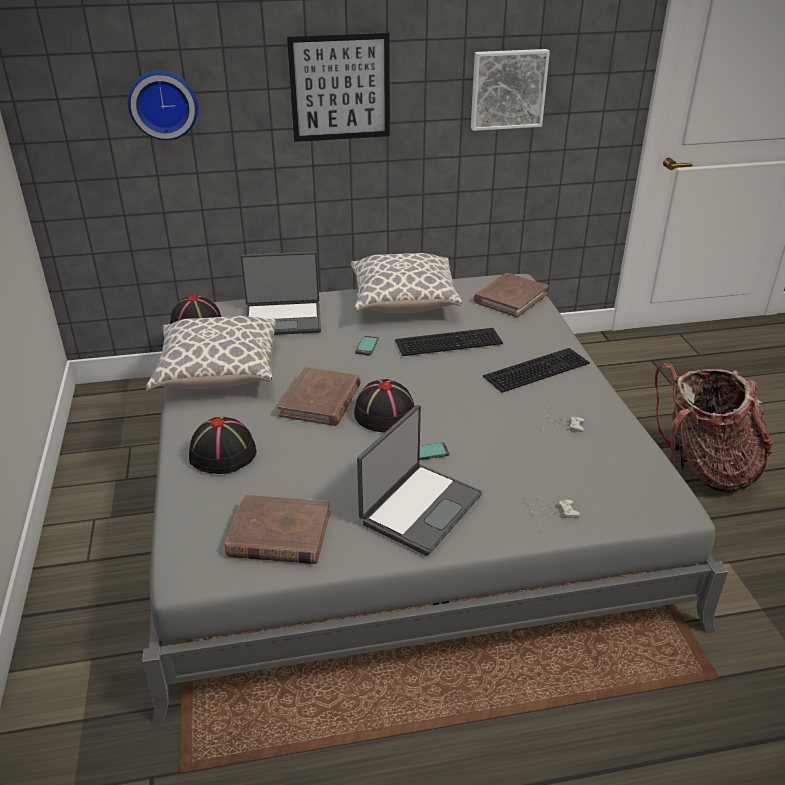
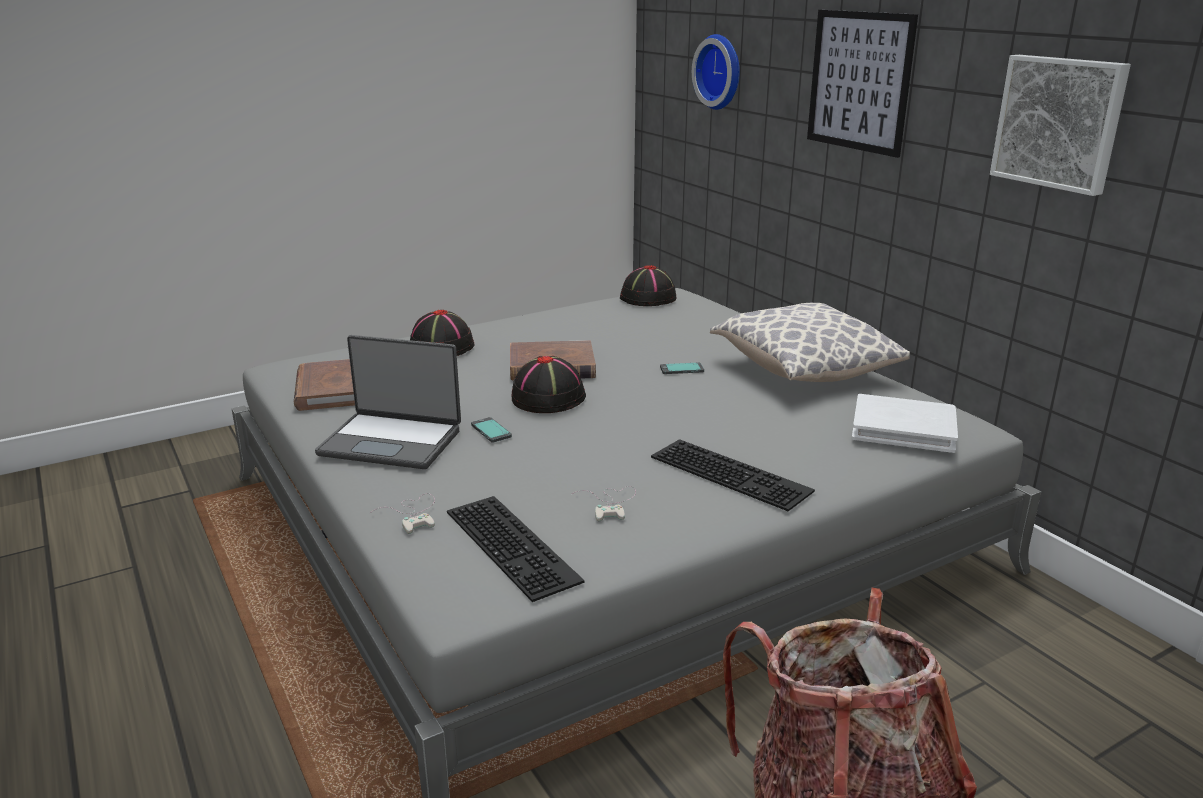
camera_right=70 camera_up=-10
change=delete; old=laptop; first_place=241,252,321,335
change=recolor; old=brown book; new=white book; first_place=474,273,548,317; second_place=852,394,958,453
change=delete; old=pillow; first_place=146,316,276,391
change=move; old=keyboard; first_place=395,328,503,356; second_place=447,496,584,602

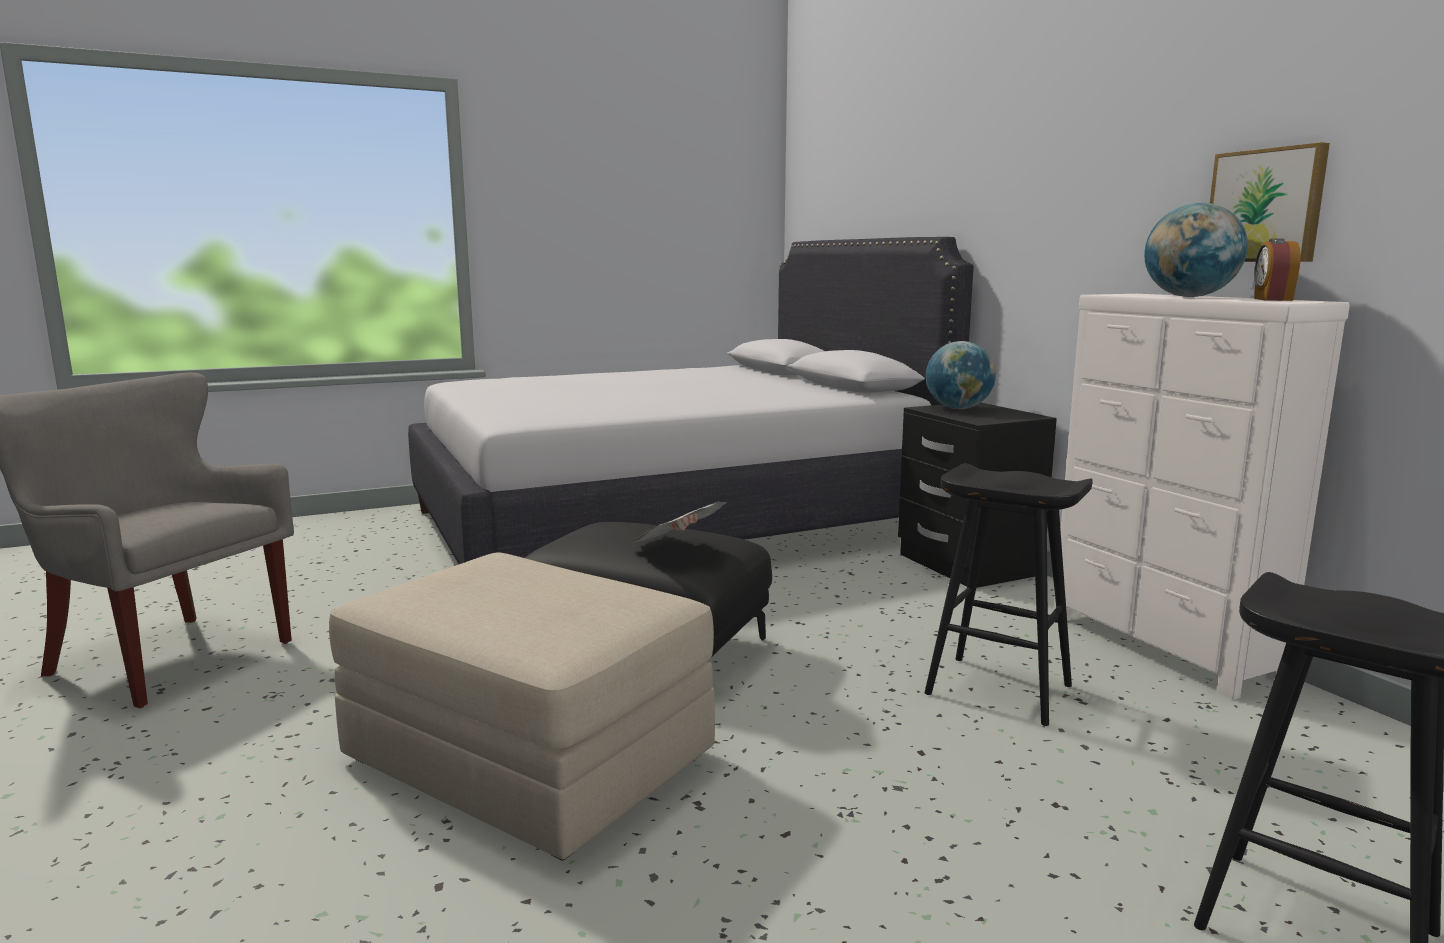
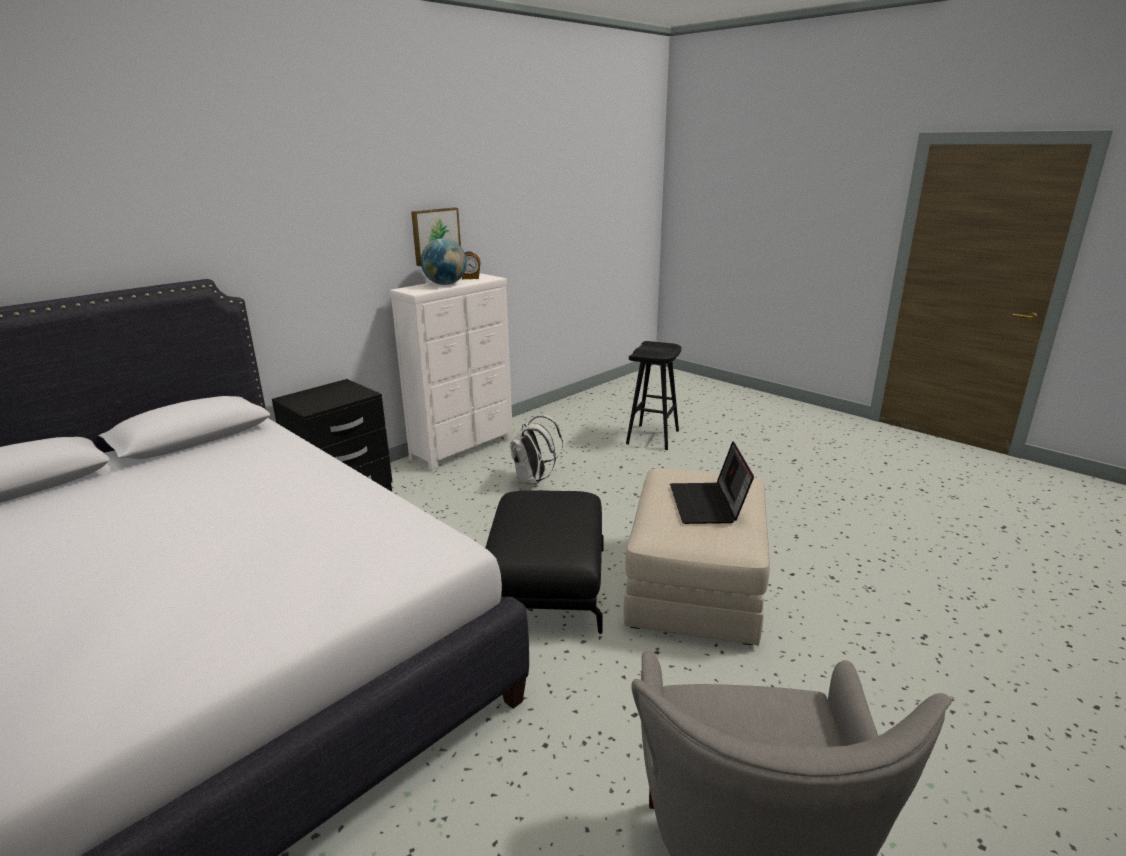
camera_right=-110 camera_up=10
change=delete; old=globe; first_place=926,341,996,409
change=replace; old=black stool; new=white backpack; first_place=925,463,1093,726; second_place=510,415,563,485
change=delete; old=newspaper; first_place=631,502,727,543
change=insert; new=laptop; second_place=670,441,754,524

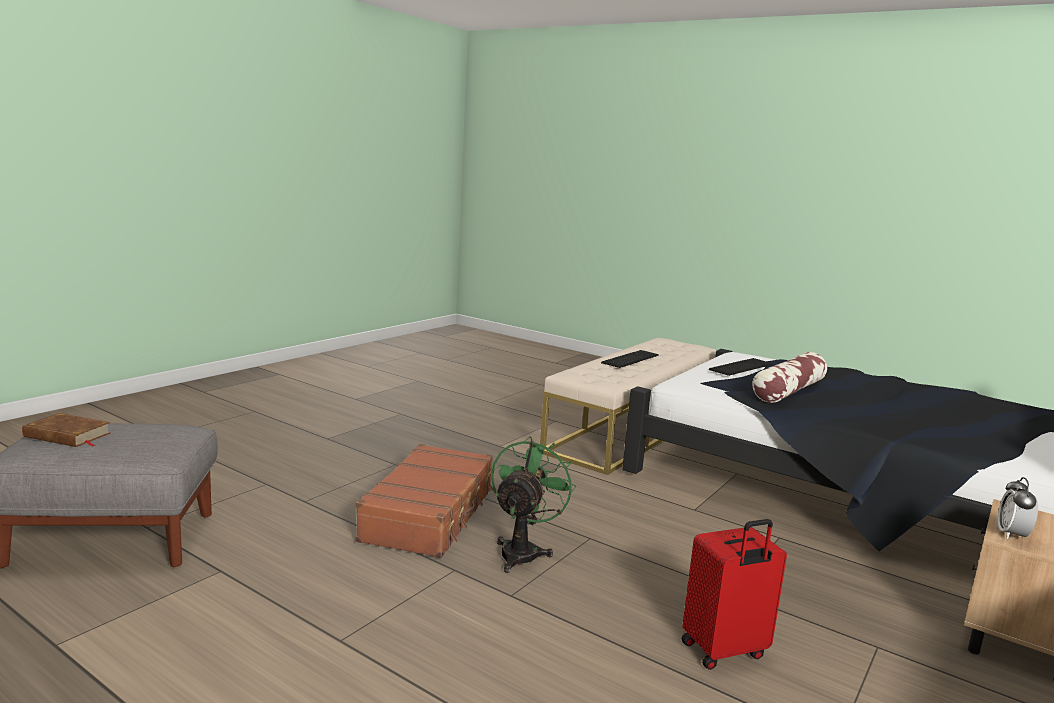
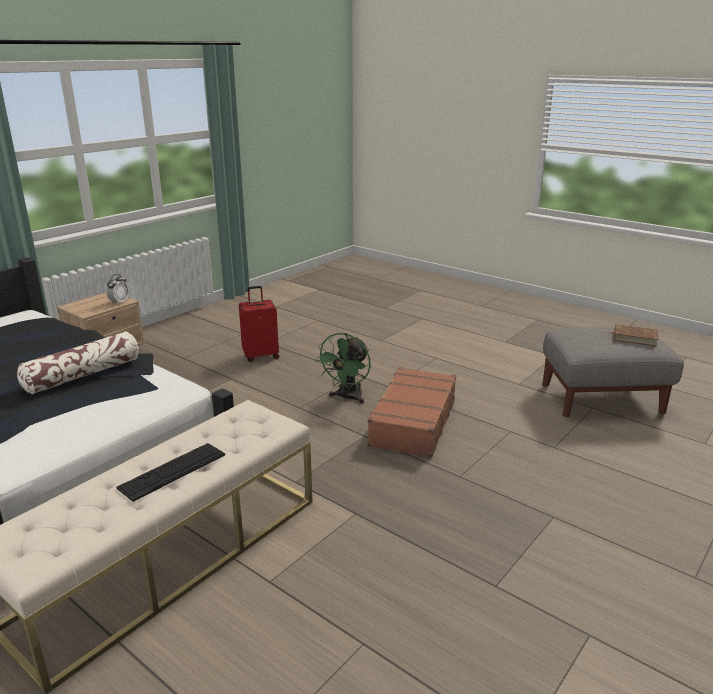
camera_right=-175 camera_up=10
change=delete; old=keyboard; first_place=709,358,773,376

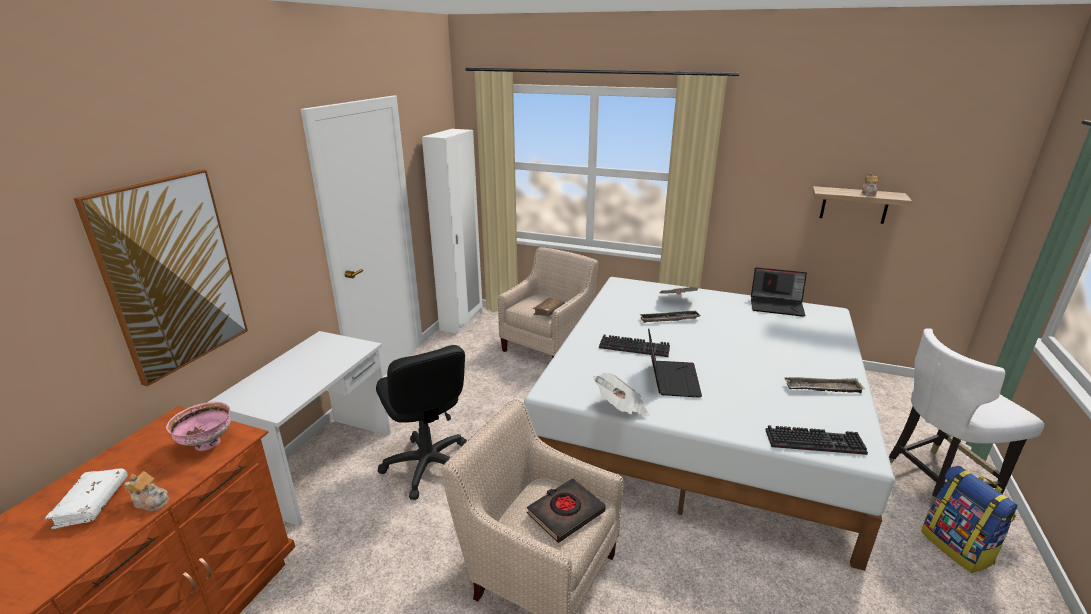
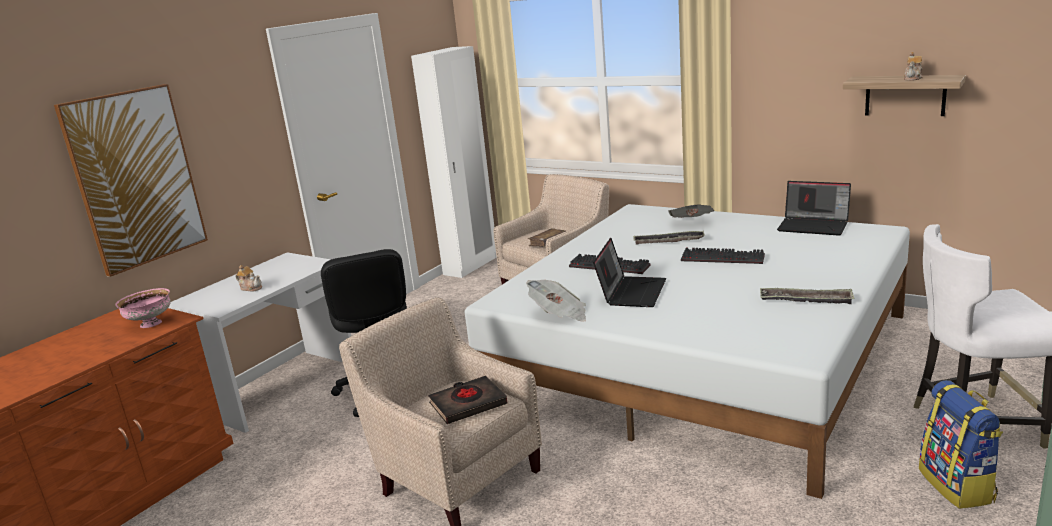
camera_right=15 camera_up=-5
change=move; old=keyboard; first_place=766,425,868,455; second_place=681,248,765,264
change=delete; old=white book; first_place=45,468,128,529
change=move; old=teapot; first_place=124,471,170,511; second_place=235,265,262,292

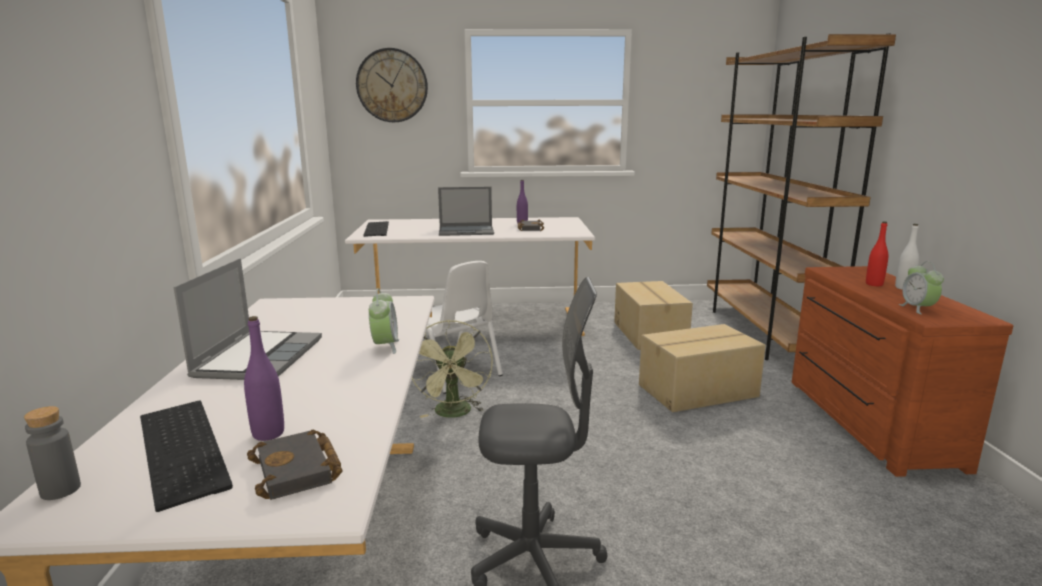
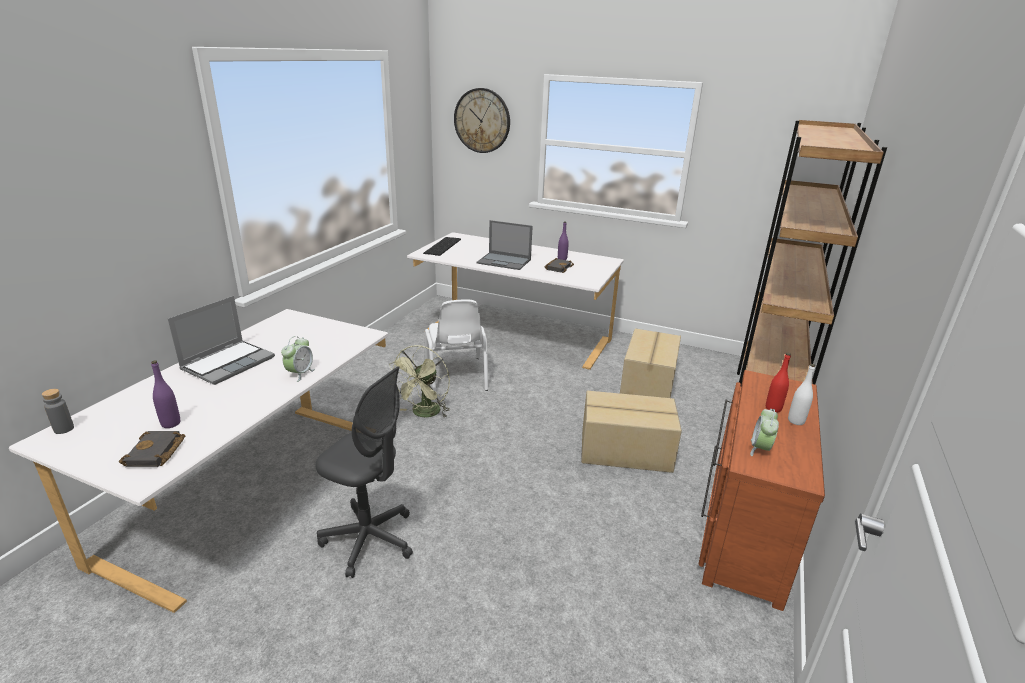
camera_right=25 camera_up=10
change=delete; old=keyboard; first_place=140,400,233,512

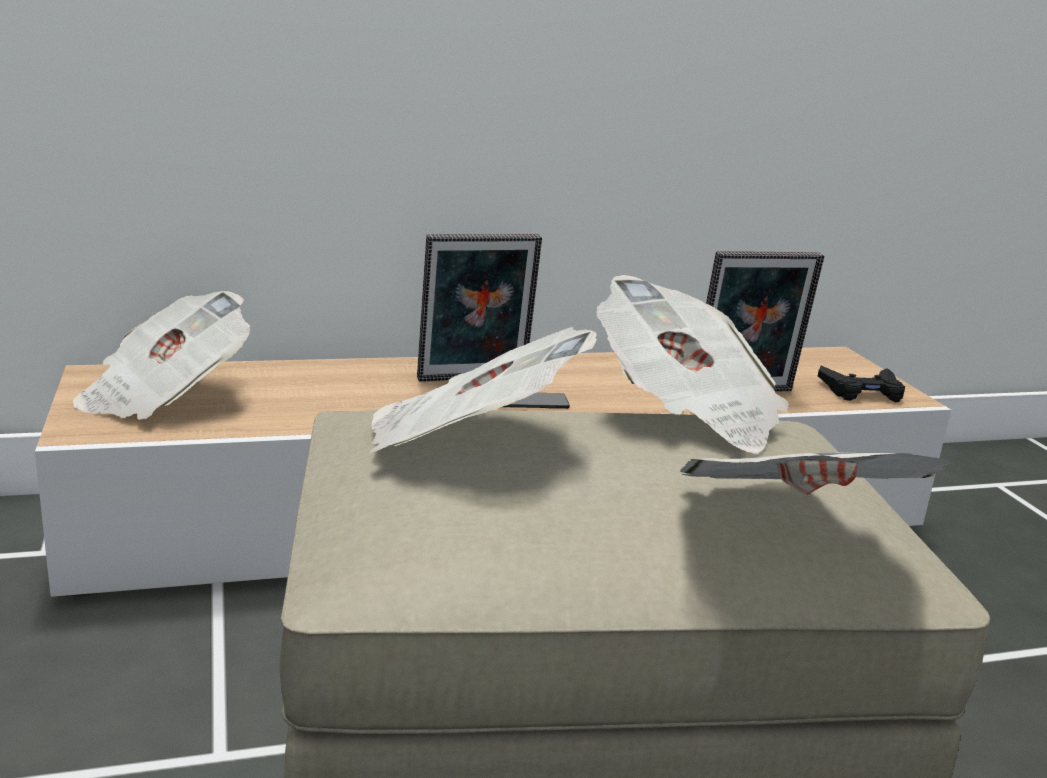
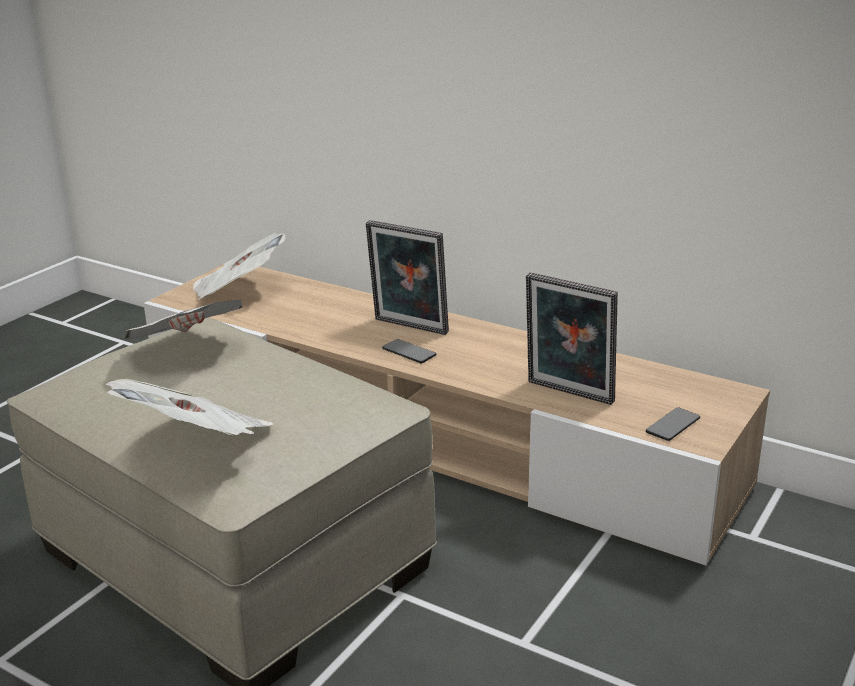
camera_right=50 camera_up=5
change=delete; old=newspaper; first_place=597,275,789,454
change=replace; old=black game controller; new=phone; first_place=818,366,905,402; second_place=646,407,700,441

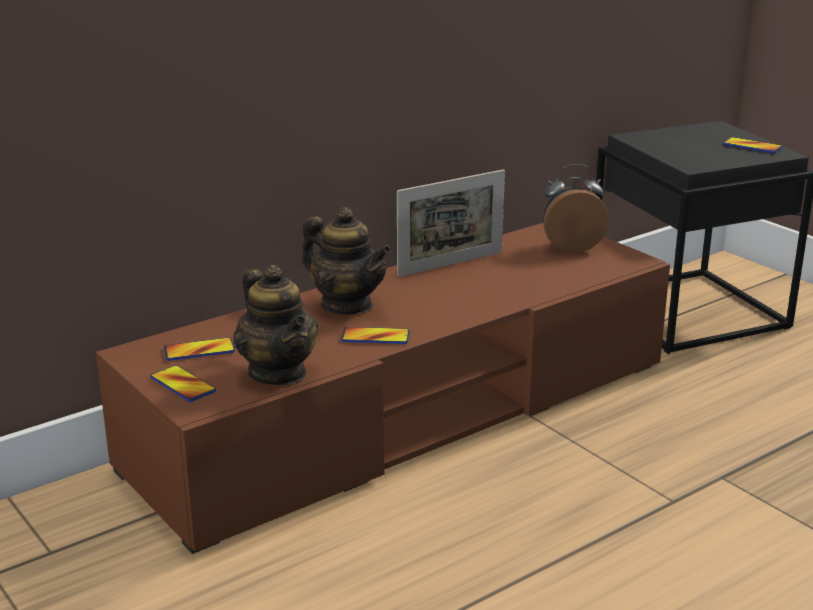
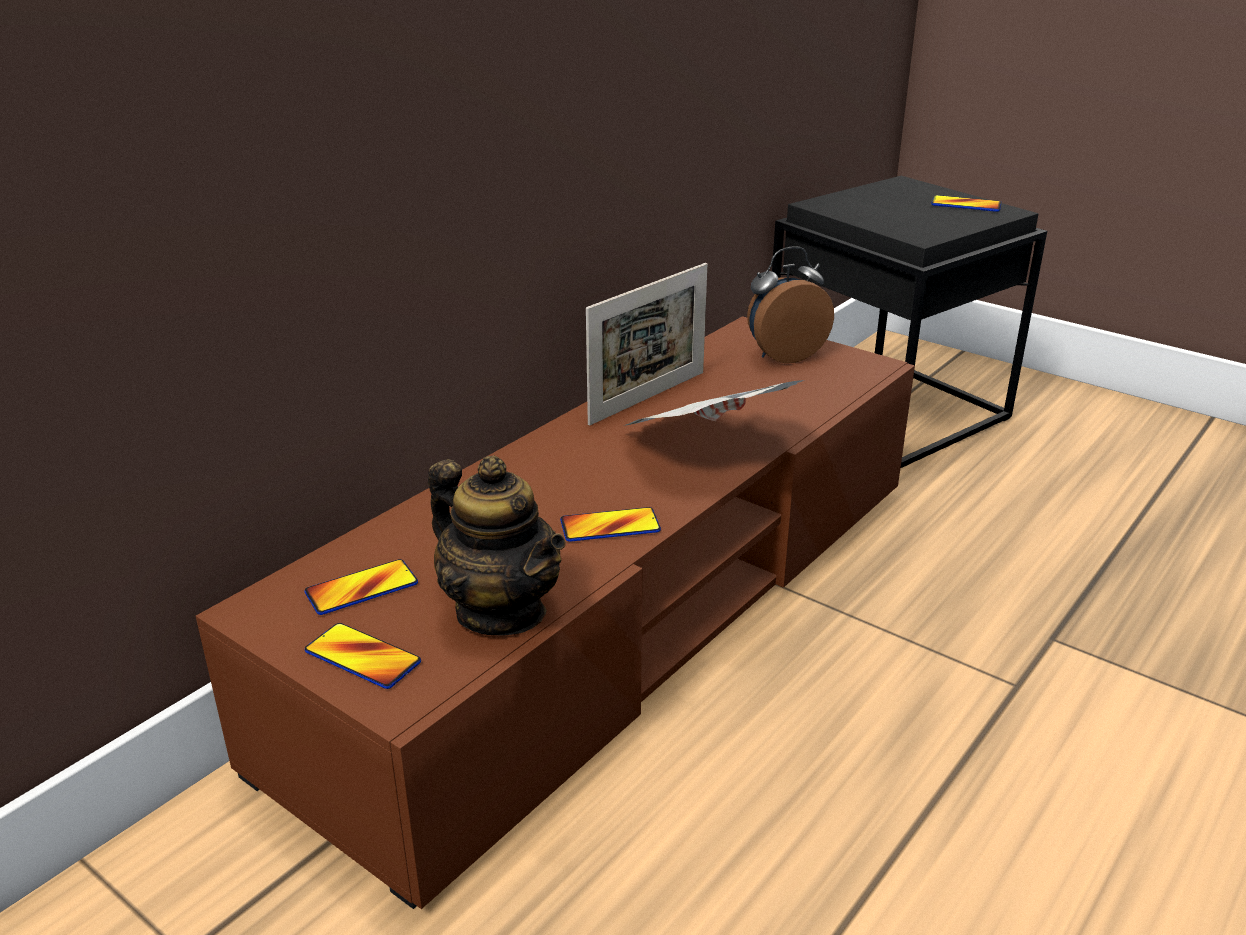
camera_right=-15 camera_up=5
change=delete; old=teapot; first_place=302,207,391,314
change=insert; new=newspaper; second_place=624,380,804,426

